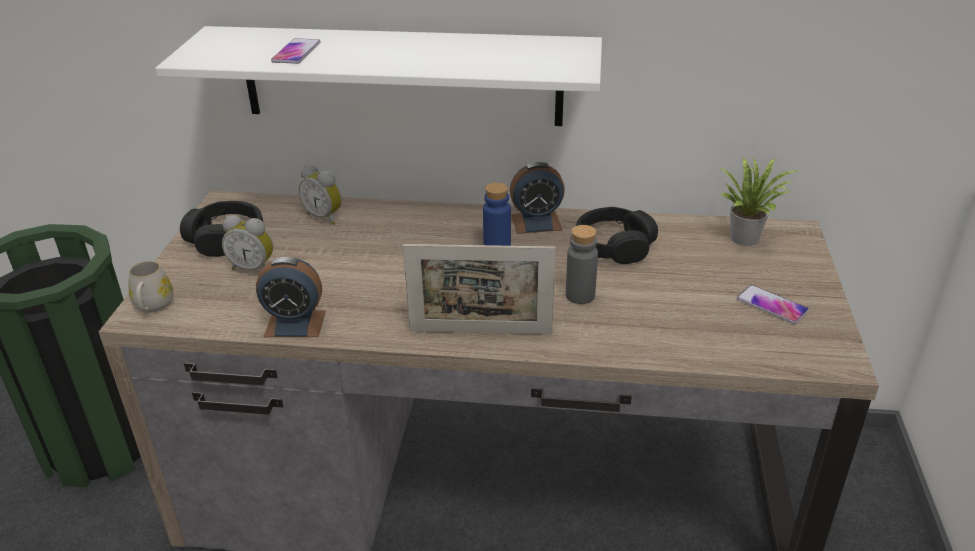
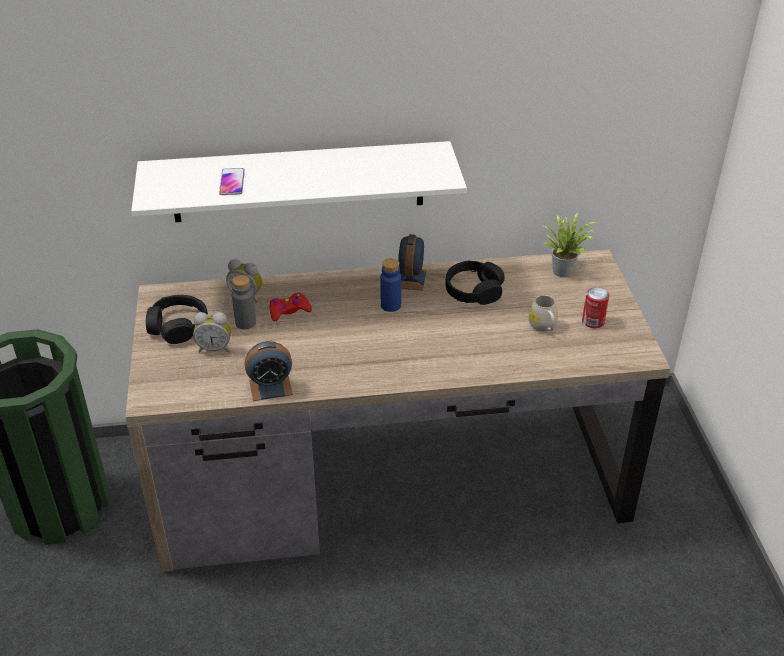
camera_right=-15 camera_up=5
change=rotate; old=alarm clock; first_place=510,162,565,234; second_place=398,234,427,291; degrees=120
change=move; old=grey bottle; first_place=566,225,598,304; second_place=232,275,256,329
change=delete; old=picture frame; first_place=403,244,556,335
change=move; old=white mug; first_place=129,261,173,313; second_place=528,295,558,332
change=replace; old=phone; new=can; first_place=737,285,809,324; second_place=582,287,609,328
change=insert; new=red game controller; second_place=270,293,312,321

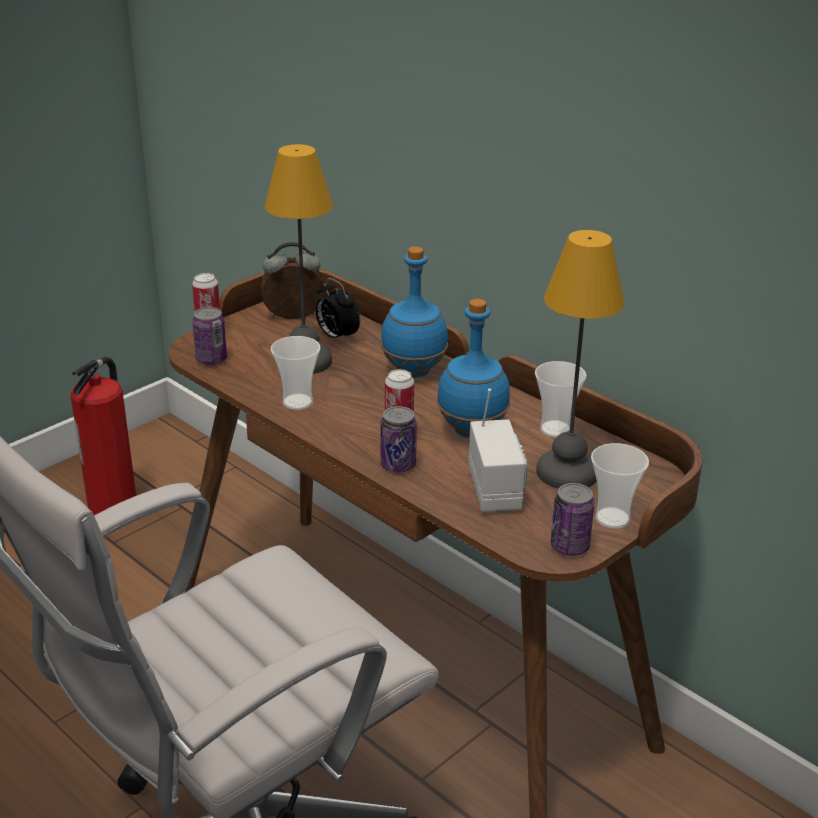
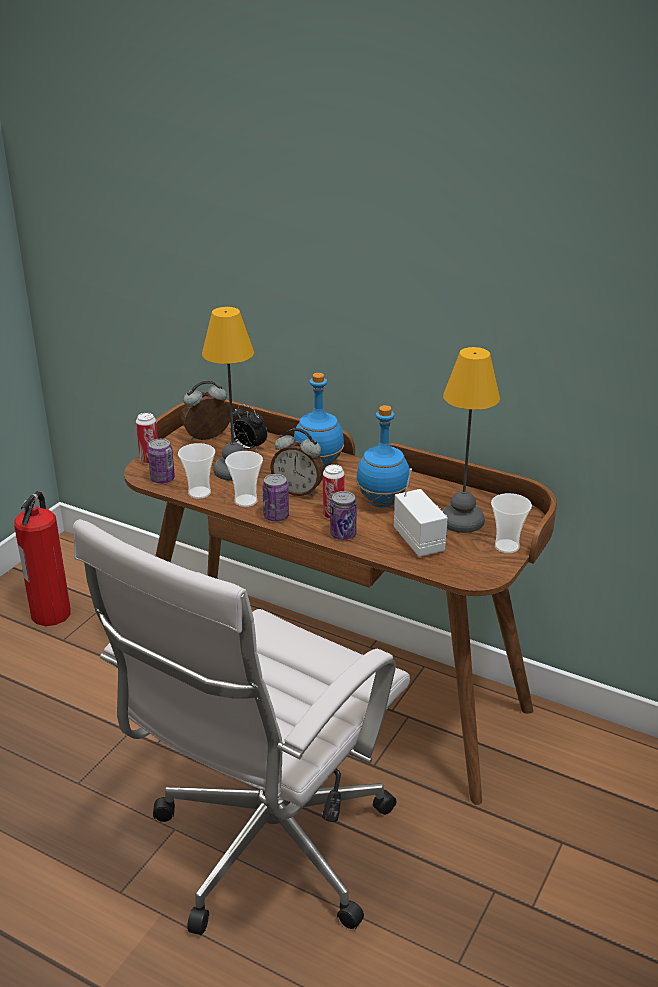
camera_right=-15 camera_up=0
change=move; old=cup; first_place=535,361,586,438; second_place=178,443,215,499
change=move; old=can; first_place=551,483,595,556; second_place=262,474,289,522
change=insert; new=alarm clock; second_place=270,428,324,497

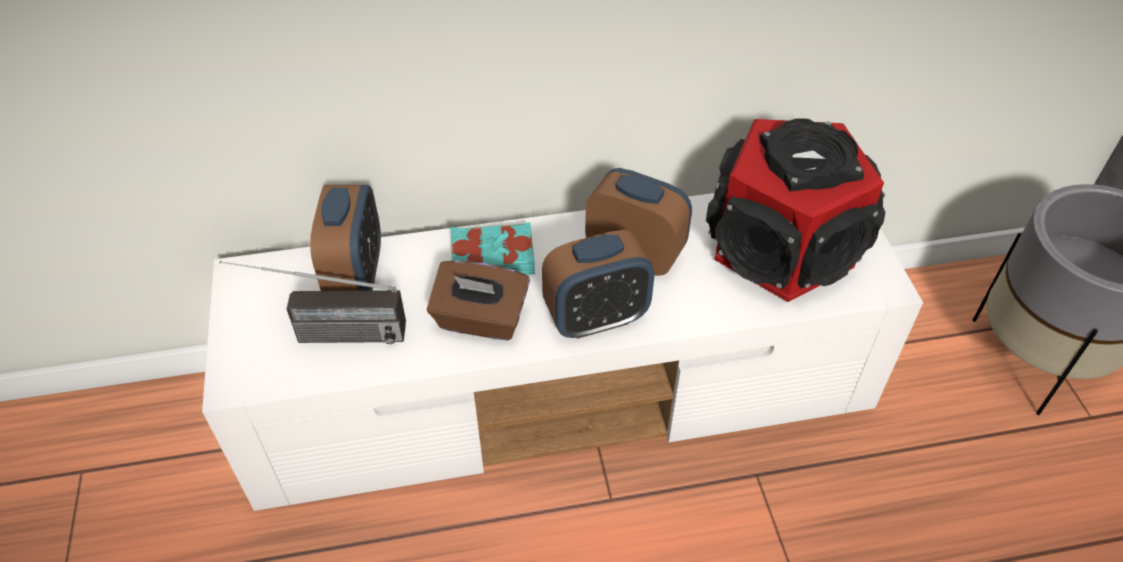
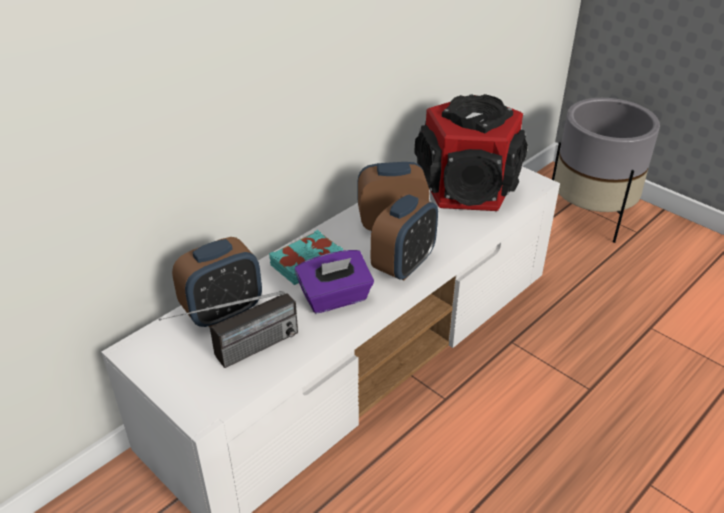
camera_right=-35 camera_up=-10
change=rotate; old=alarm clock; first_place=310,185,381,291; second_place=172,237,262,327; degrees=90
change=recolor; old=brown tissue box; new=purple tissue box; first_place=427,260,530,340; second_place=295,250,374,314

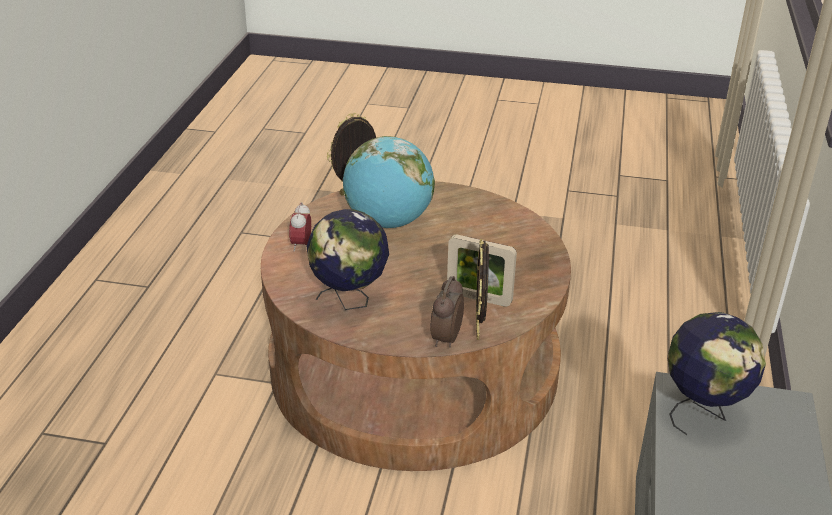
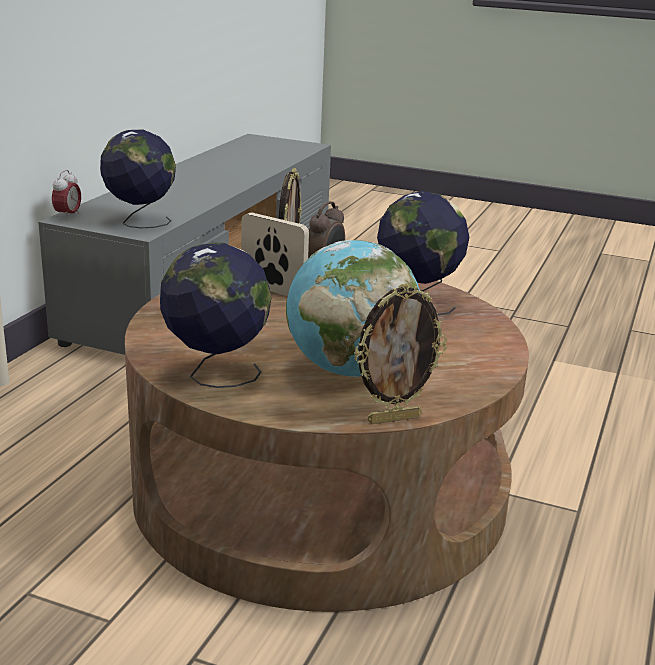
camera_right=-170 camera_up=-10
change=move; old=alarm clock; first_place=289,202,311,251; second_place=52,170,81,220
change=insert; new=globe; second_place=160,243,272,388

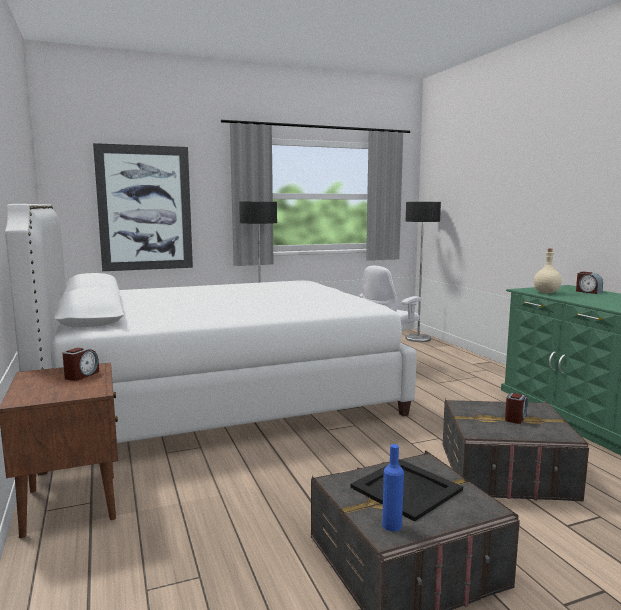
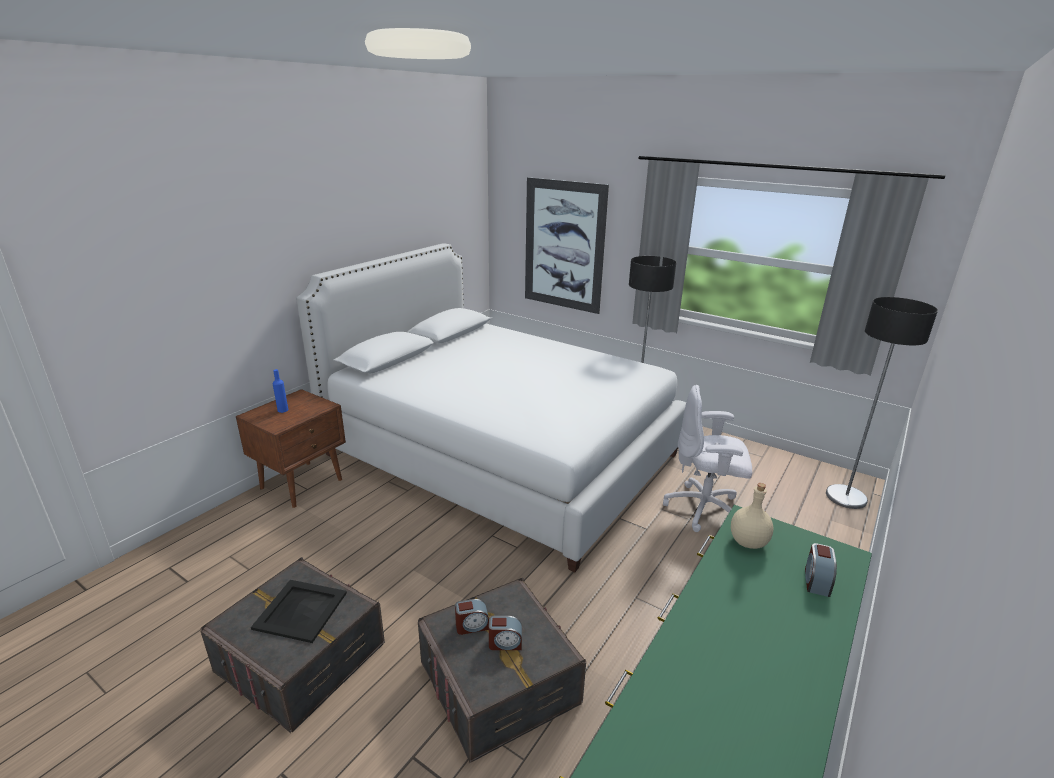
camera_right=55 camera_up=15
change=move; old=alarm clock; first_place=63,348,99,381; second_place=455,599,489,635
change=move; old=blue bottle; first_place=382,444,404,532; second_place=273,369,288,413

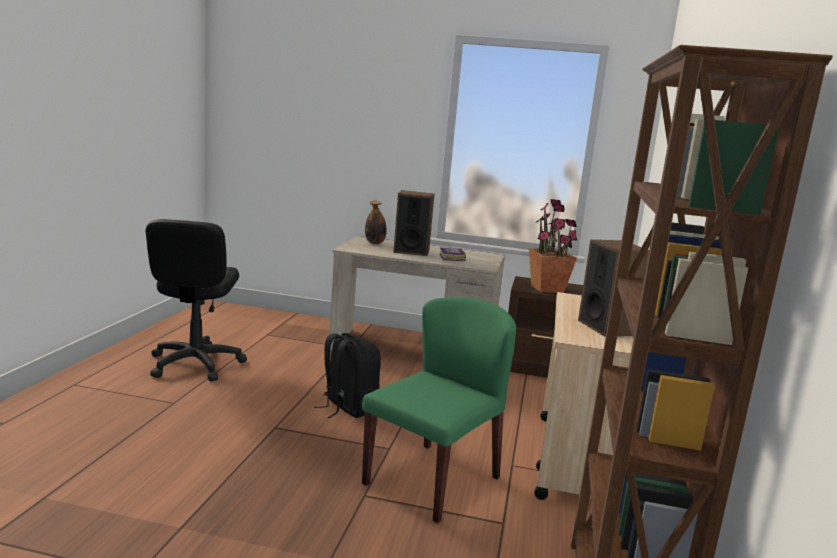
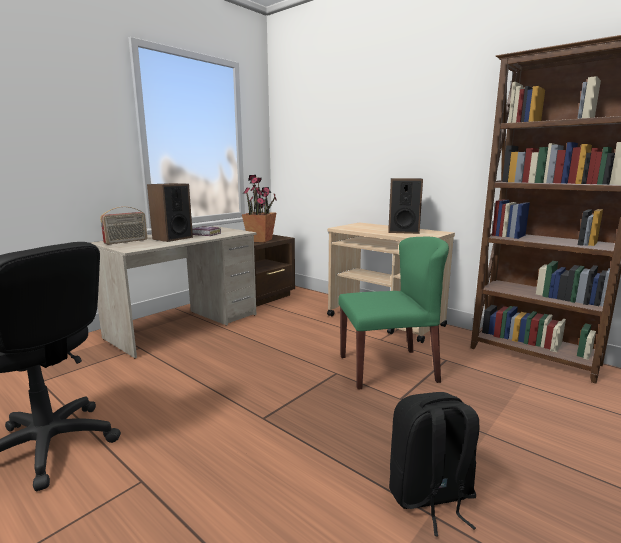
camera_right=-60 camera_up=0
change=replace; old=bottle; new=radio; first_place=365,201,387,244; second_place=100,207,147,245
change=rotate; old=green chair; first_place=362,297,516,523; second_place=338,237,449,390; degrees=105
change=move; old=black backpack; first_place=314,333,381,418; second_place=389,392,479,536

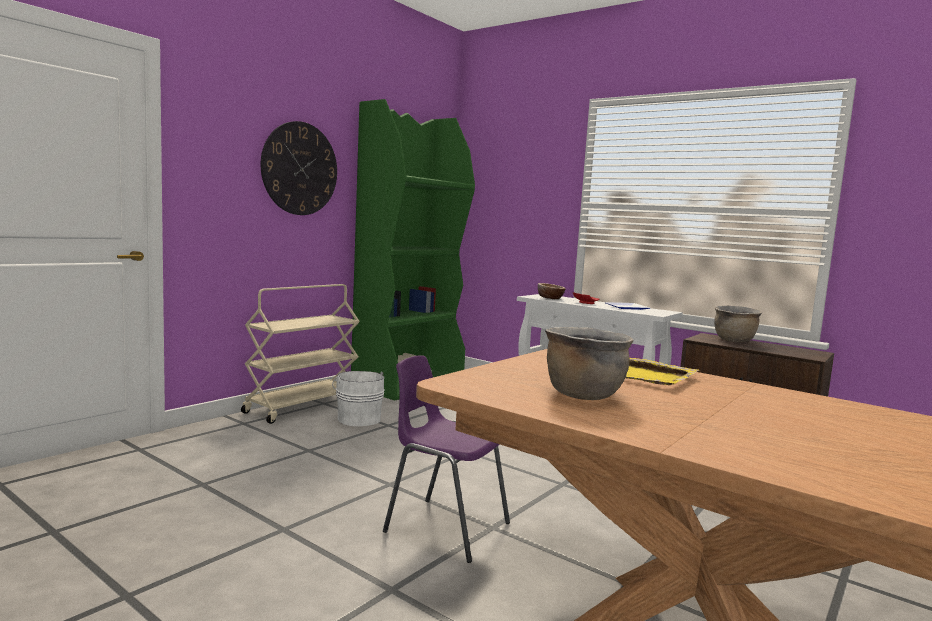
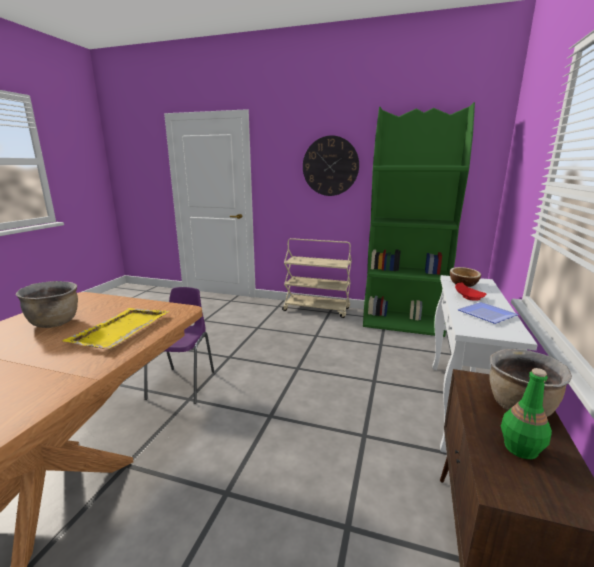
camera_right=70 camera_up=10
change=delete; old=white bucket; first_place=332,371,385,426
change=insert; new=green bottle; second_place=501,368,552,459

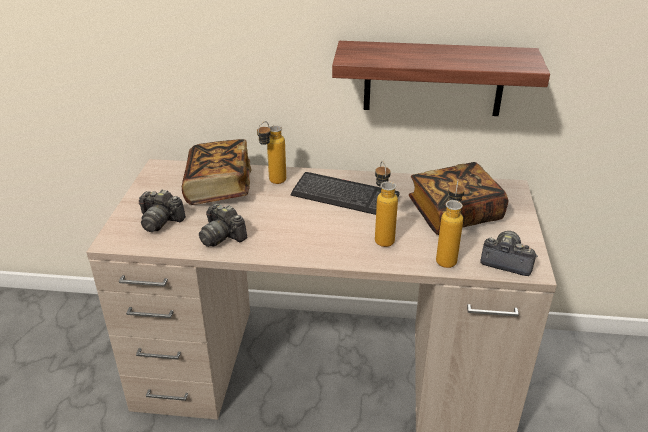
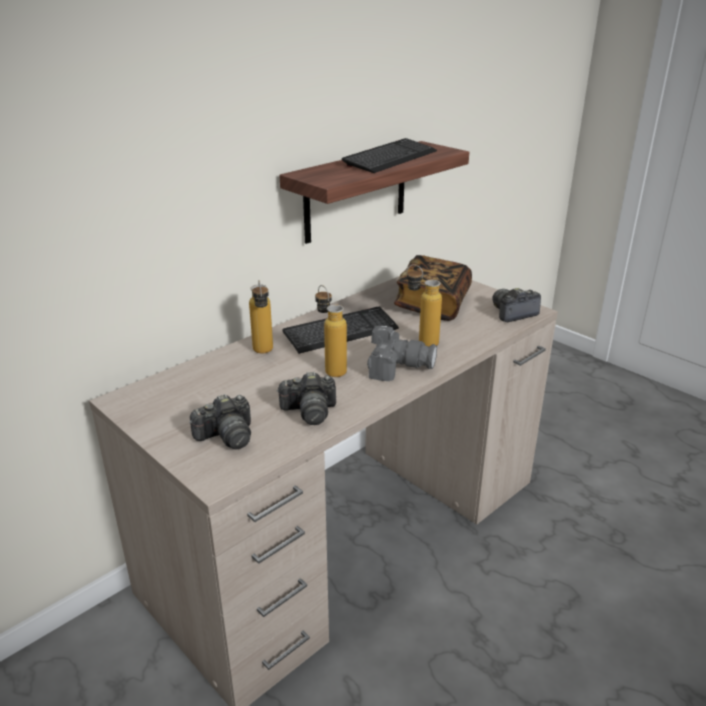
camera_right=-50 camera_up=-5
change=delete; old=book; first_place=182,139,251,205
change=move; old=bottle; first_place=436,179,465,268; second_place=315,285,347,377
change=insert; new=keyboard; second_place=342,138,437,173
change=insert; new=photo camera; second_place=367,326,437,381

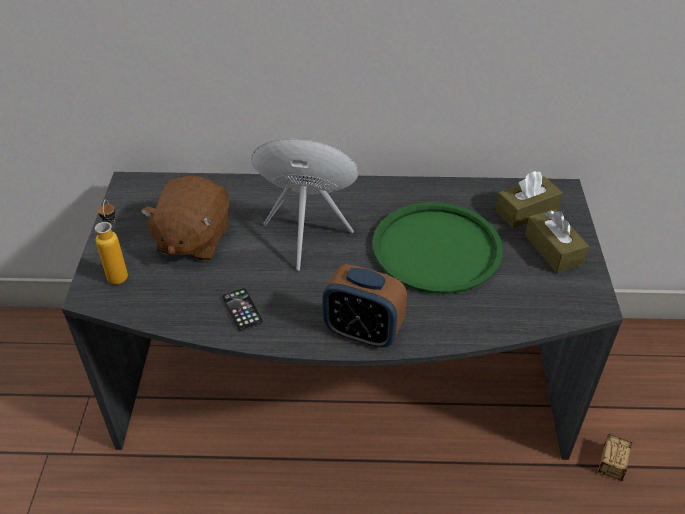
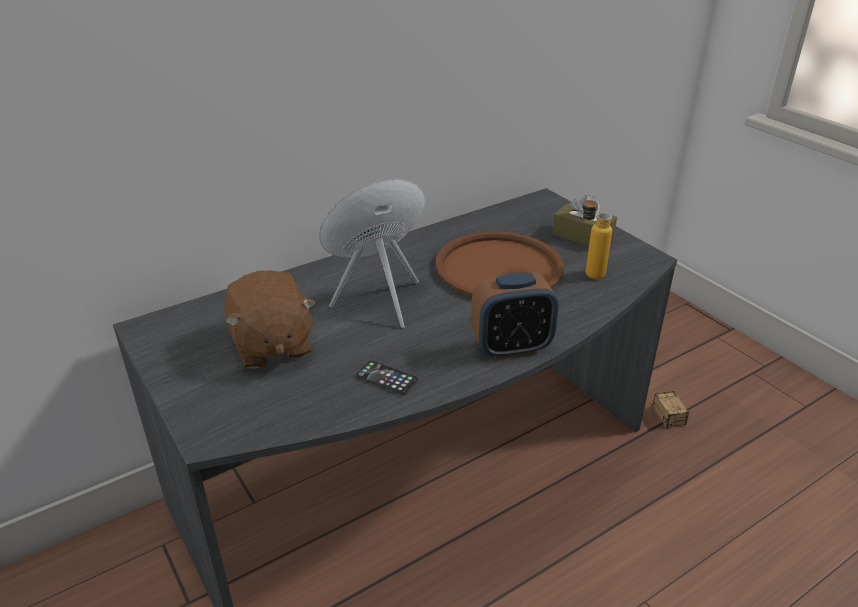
camera_right=-35 camera_up=-10
change=delete; old=brown tissue box; first_place=495,171,563,228
change=move; old=bottle; first_place=95,199,128,285; second_place=582,194,612,279
change=recolor; old=green tray; new=brown tray; first_place=372,202,503,294; second_place=436,231,564,297

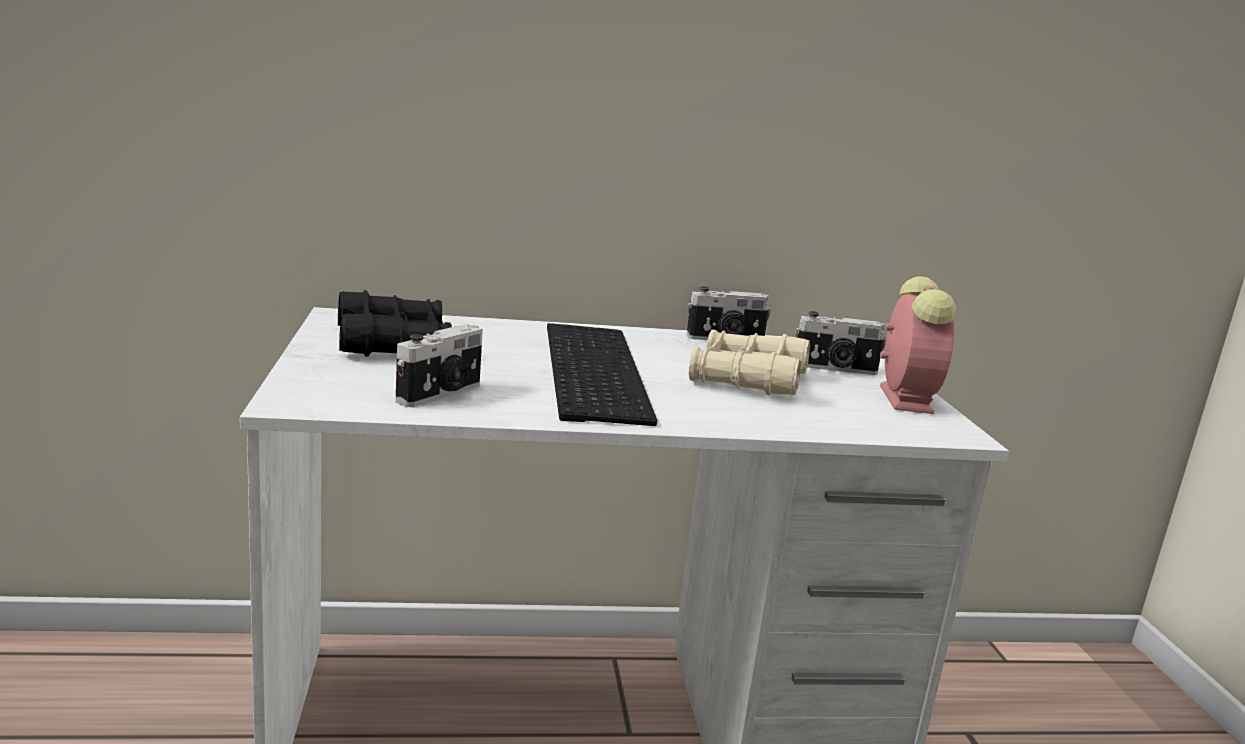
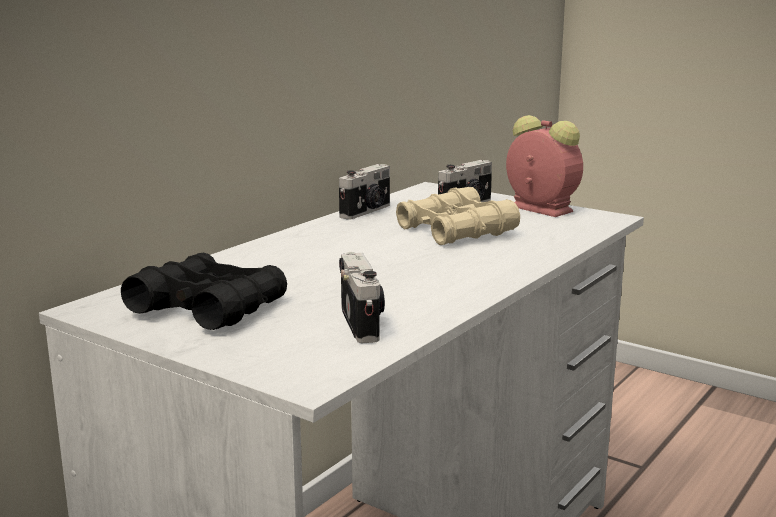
camera_right=-45 camera_up=0
change=delete; old=keyboard; first_place=547,323,657,426

